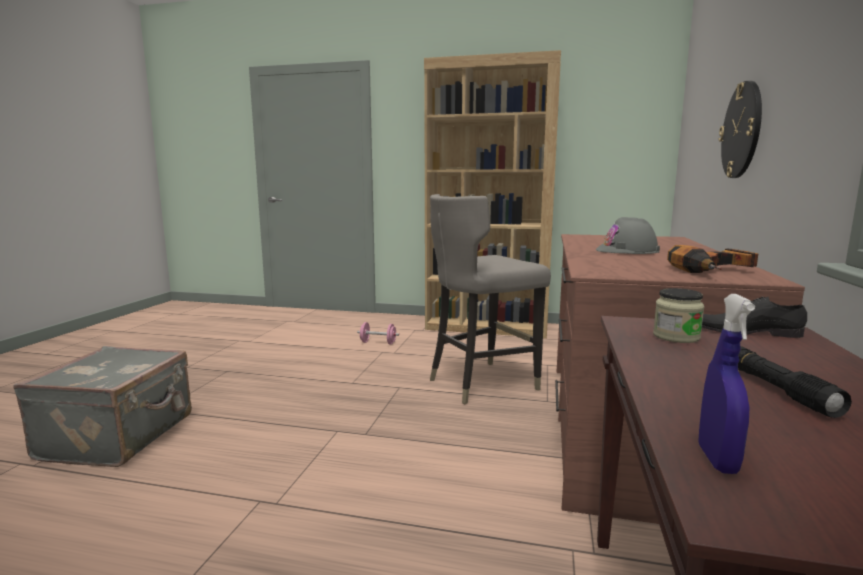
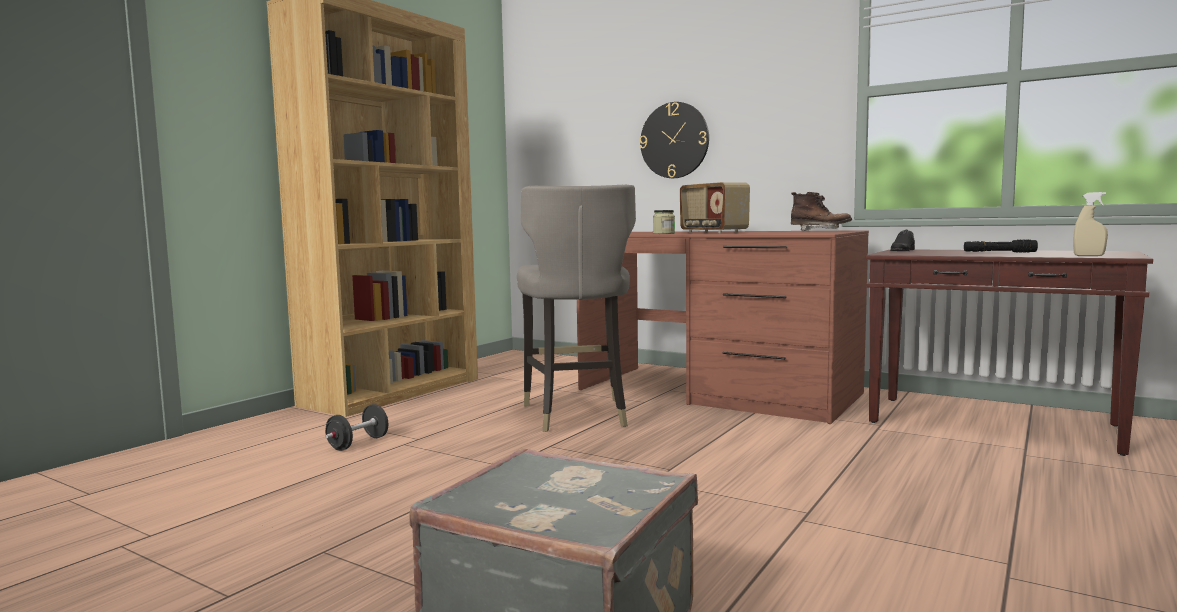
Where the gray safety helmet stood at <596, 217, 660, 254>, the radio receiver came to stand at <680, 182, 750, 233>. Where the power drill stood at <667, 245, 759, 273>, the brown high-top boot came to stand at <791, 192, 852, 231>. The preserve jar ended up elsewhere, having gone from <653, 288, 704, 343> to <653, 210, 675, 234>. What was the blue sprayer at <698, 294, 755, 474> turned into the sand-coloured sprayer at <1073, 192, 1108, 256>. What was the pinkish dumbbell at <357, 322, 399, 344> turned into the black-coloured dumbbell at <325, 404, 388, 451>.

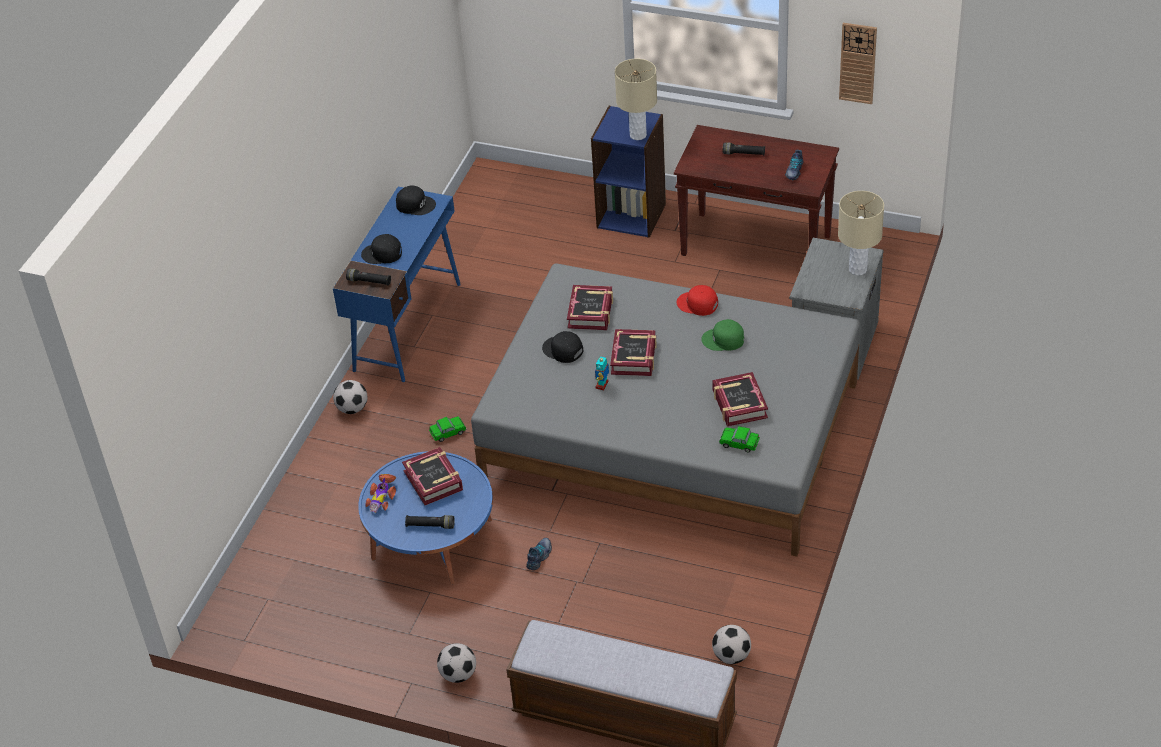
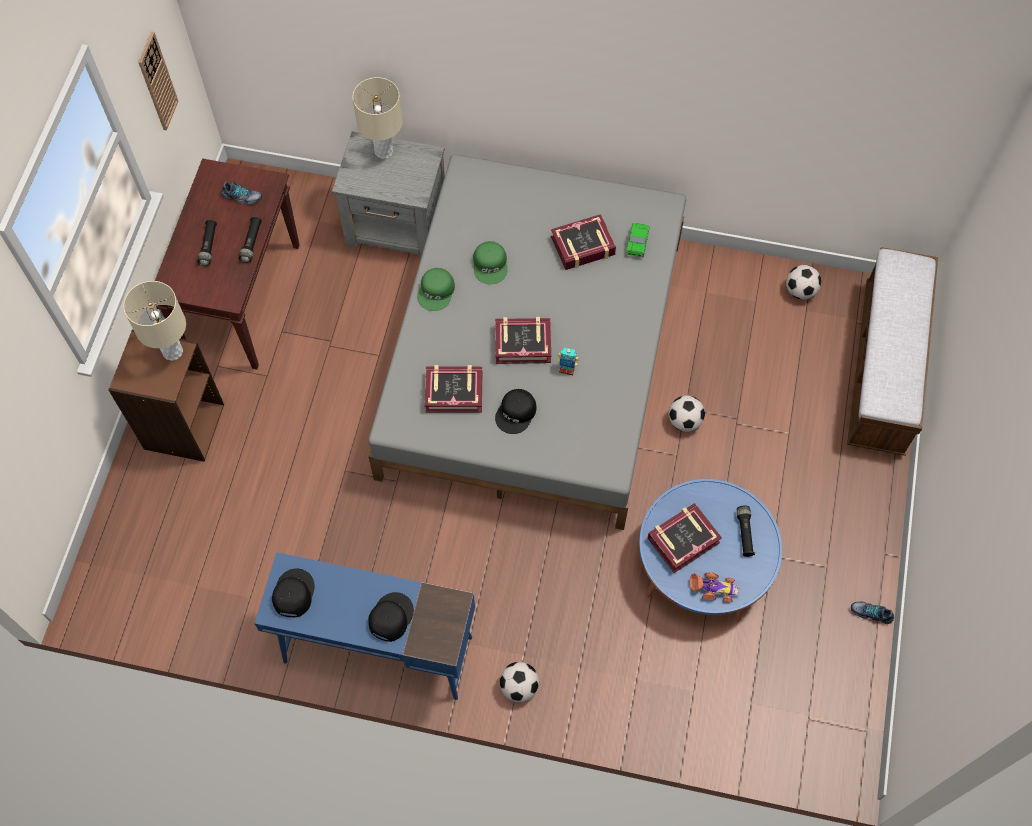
What was the blue bookcase at <591, 106, 666, 238> turned into the brown bookcase at <108, 329, 224, 462>. The black-coloured cap at <361, 234, 402, 264> ended up facing another way, 150 degrees counterclockwise from before. The black-coloured hand torch ended up elsewhere, having gone from <346, 269, 391, 286> to <239, 217, 262, 263>. What was the red-coloured cap at <677, 285, 718, 316> turned into the greenish cap at <417, 268, 455, 311>. The second view lost the miniature car at <429, 416, 466, 442>. The shoe ended up elsewhere, having gone from <526, 538, 552, 570> to <851, 601, 894, 624>. The football ended up elsewhere, having gone from <437, 643, 476, 683> to <668, 395, 705, 432>.

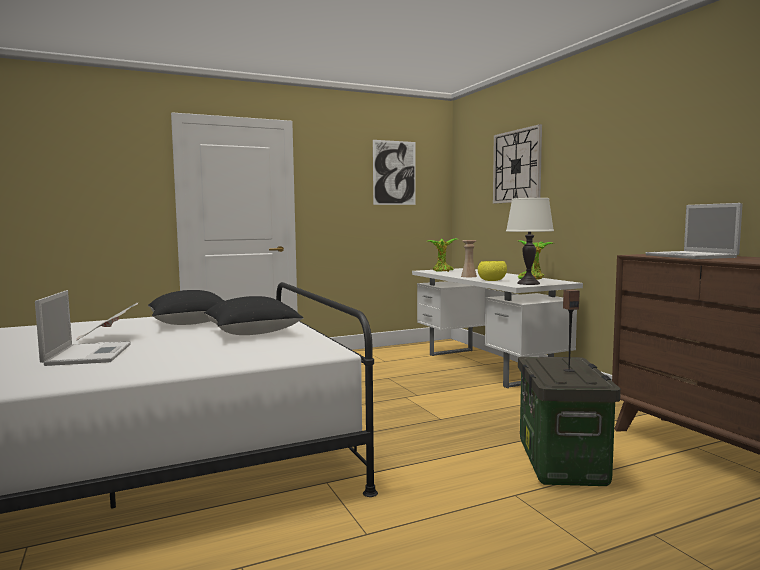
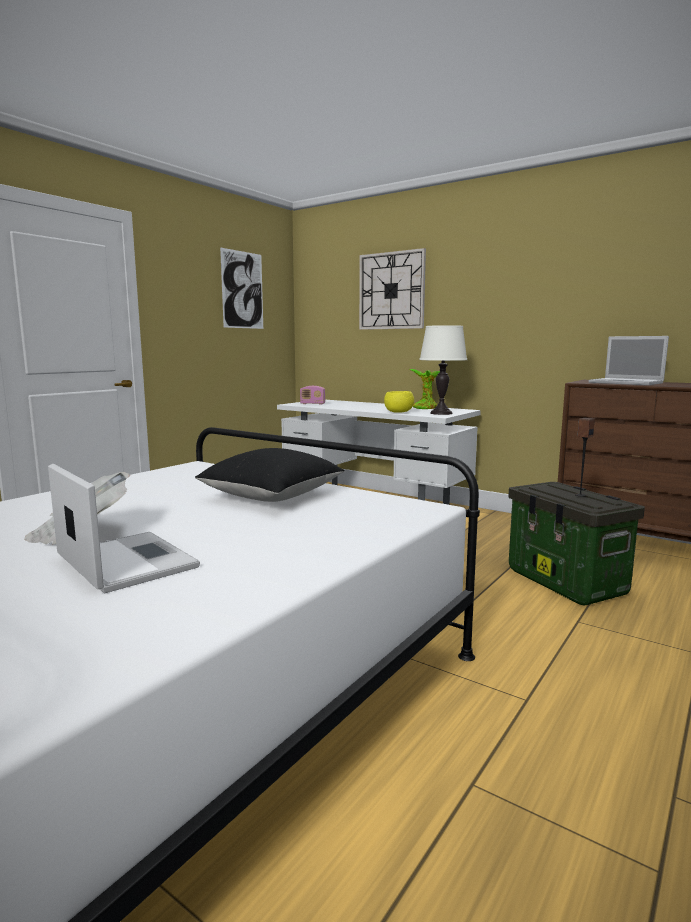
Where the plant in a pot stood at <428, 238, 457, 272>, the radio receiver came to stand at <300, 386, 325, 404>. The second view lost the sand-coloured decorative vase at <461, 240, 477, 277>. The second view lost the black-coloured pillow at <148, 290, 224, 325>.

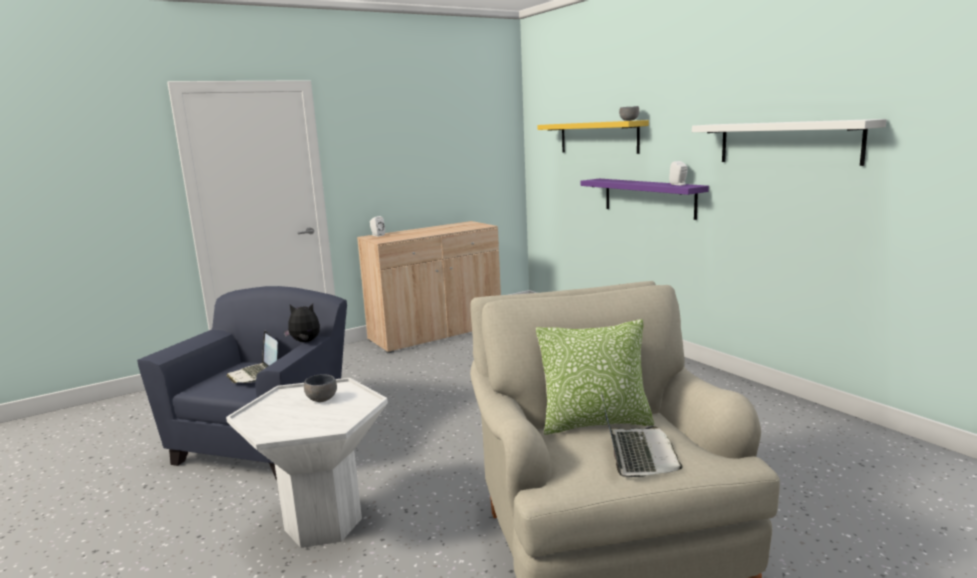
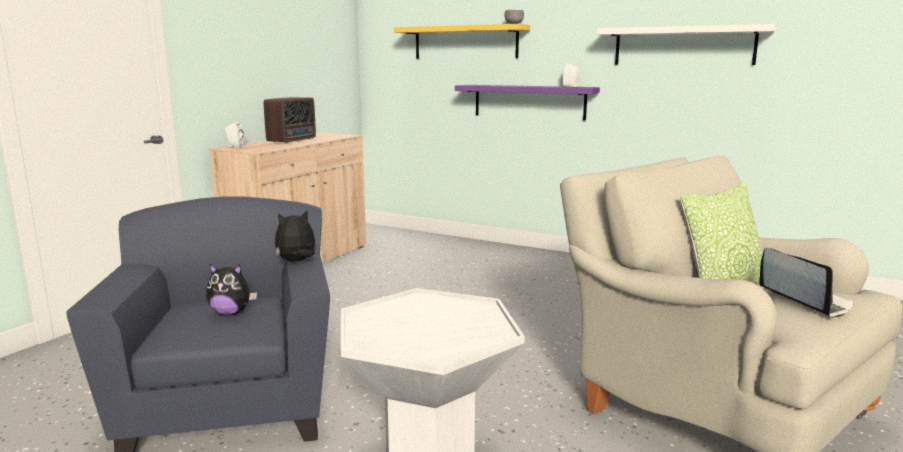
Where the laptop stood at <226, 331, 278, 383>, the cuddly toy came to stand at <206, 264, 257, 316>. The second view lost the gray serving bowl at <304, 374, 337, 402>. The second view gained the radio receiver at <264, 97, 316, 143>.

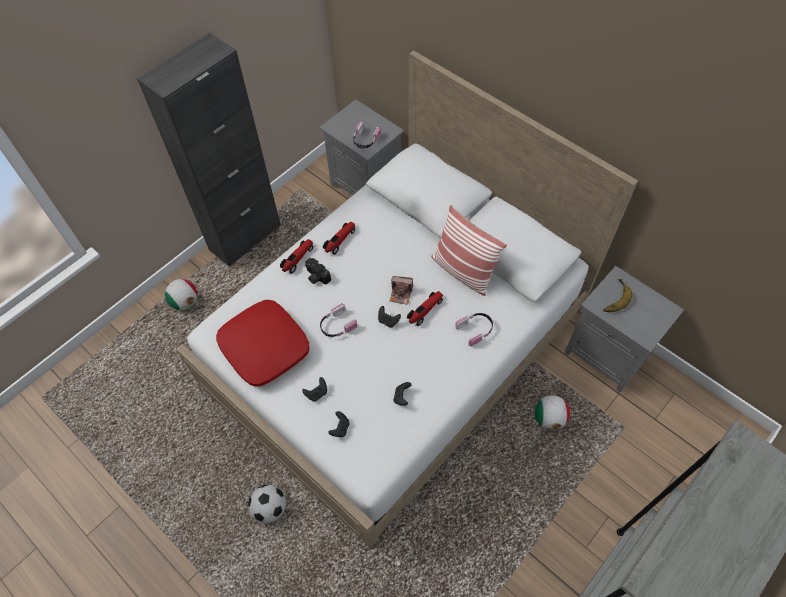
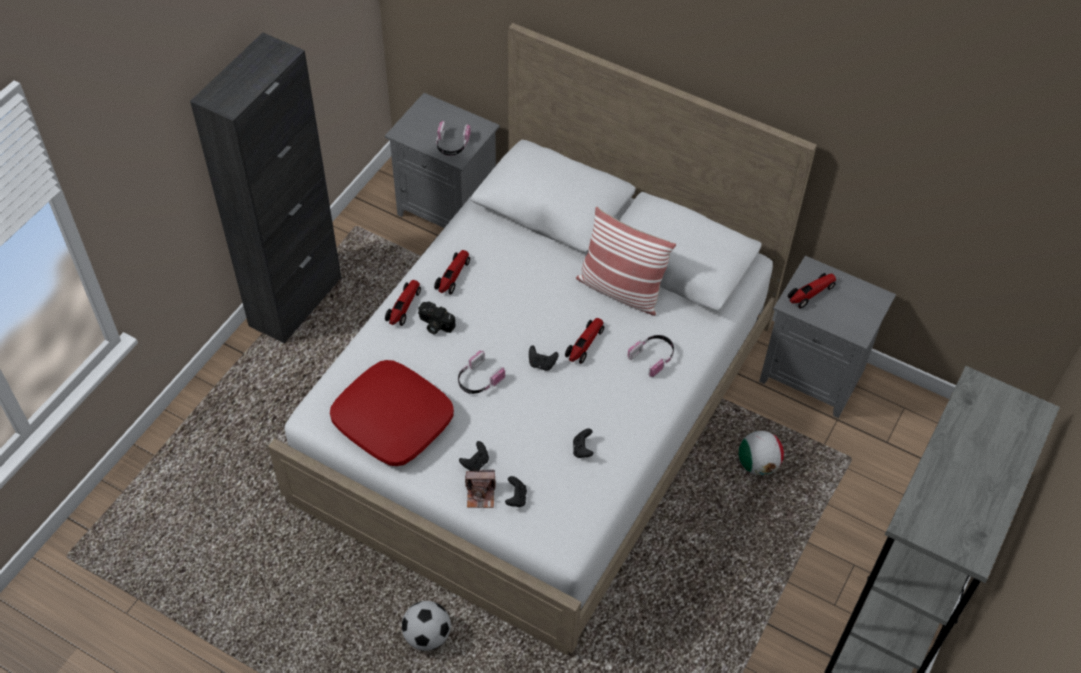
The still camera ended up elsewhere, having gone from <390, 276, 413, 305> to <465, 470, 495, 508>. The second view lost the football at <165, 279, 197, 310>. Where the banana fruit stood at <603, 279, 632, 312>, the miniature car came to stand at <788, 273, 836, 309>.

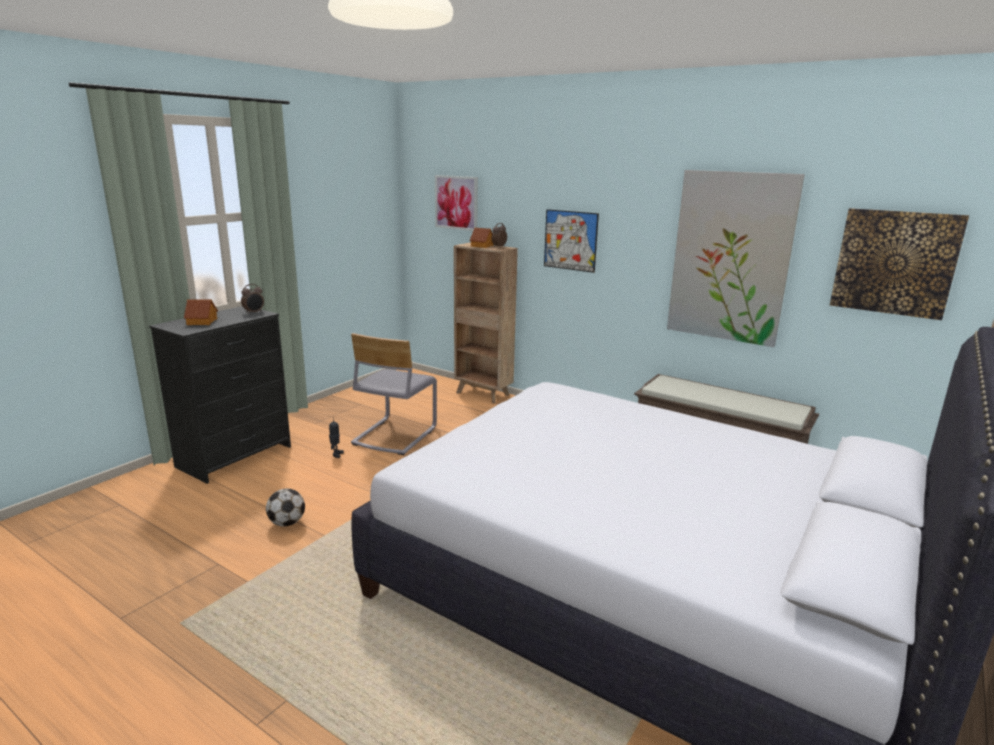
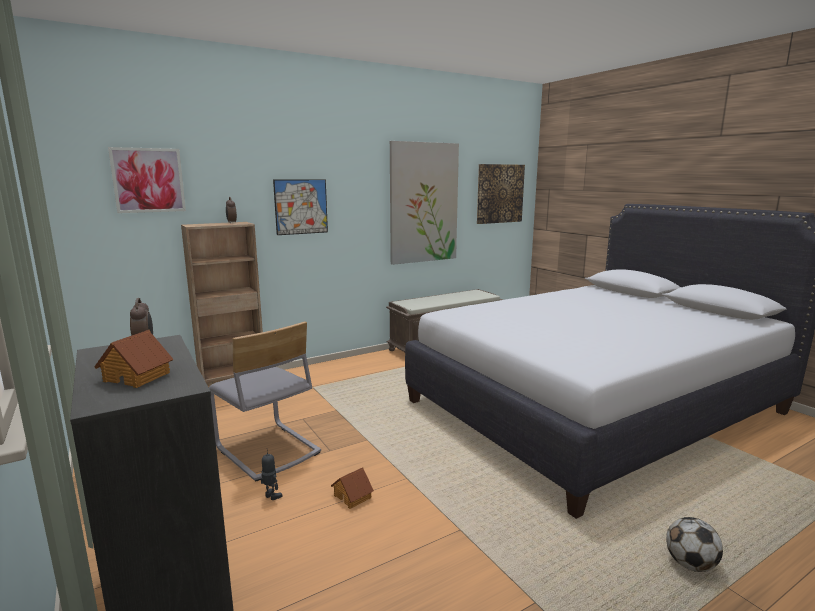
The miniature house ended up elsewhere, having gone from <469, 228, 494, 248> to <331, 467, 374, 509>. The football ended up elsewhere, having gone from <266, 488, 305, 527> to <666, 517, 723, 572>.

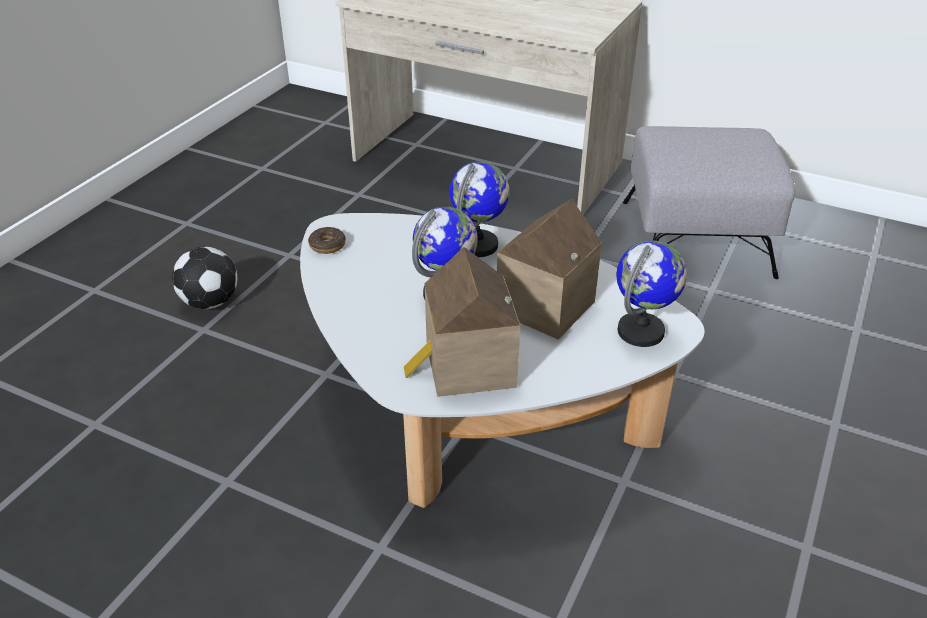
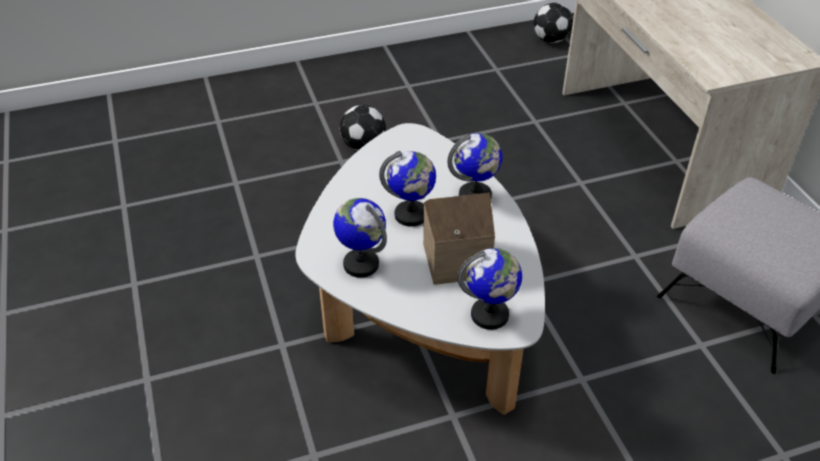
The second view lost the doughnut at <308, 227, 346, 254>. Where the miniature house stood at <404, 247, 520, 397>, the desk globe came to stand at <333, 198, 387, 278>. The second view gained the football at <534, 3, 573, 43>.

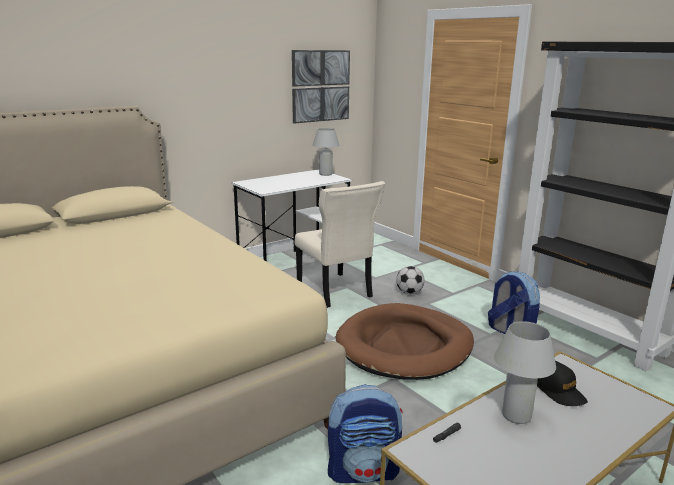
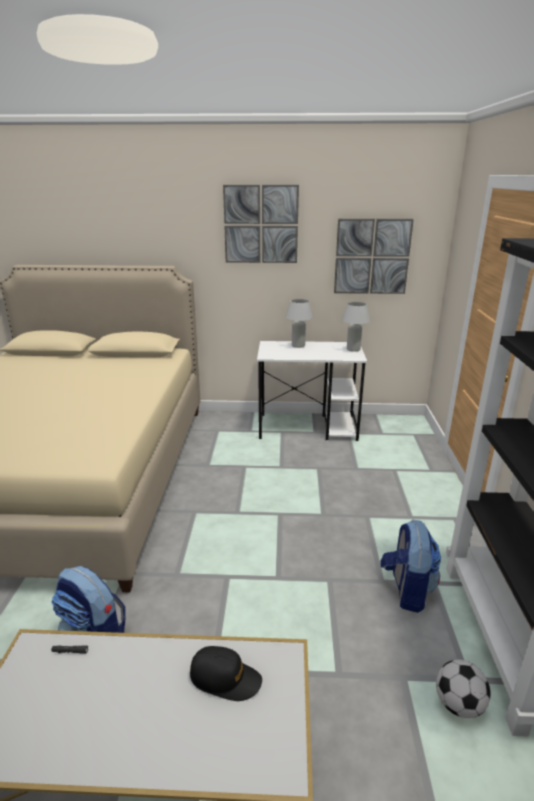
The second view lost the sand-coloured upright chair at <295, 181, 385, 308>. The football ended up elsewhere, having gone from <396, 266, 425, 294> to <436, 660, 491, 718>. The second view lost the brown dog bed at <336, 303, 474, 380>. The white-coloured lamp for a table ended up elsewhere, having gone from <494, 321, 556, 424> to <285, 299, 313, 348>. The black-coloured cap at <537, 361, 588, 406> ended up facing another way, 90 degrees counterclockwise from before. The second view gained the wall art at <223, 185, 299, 263>.

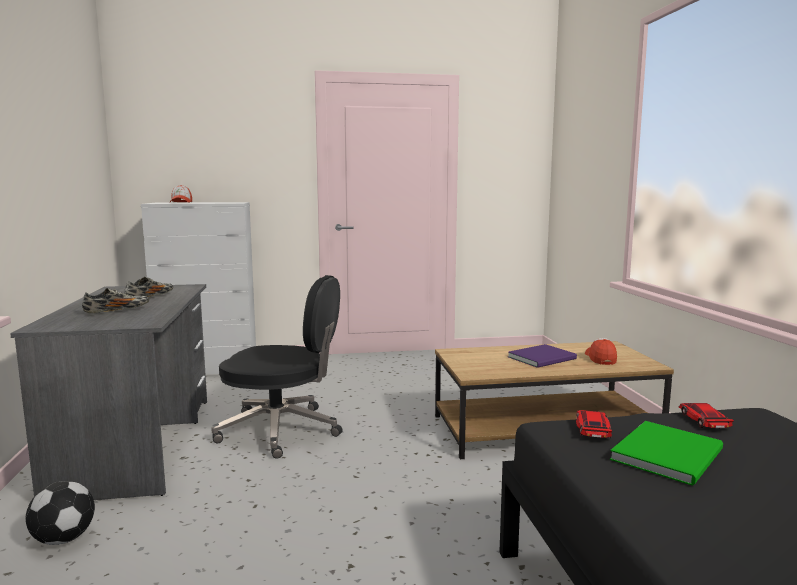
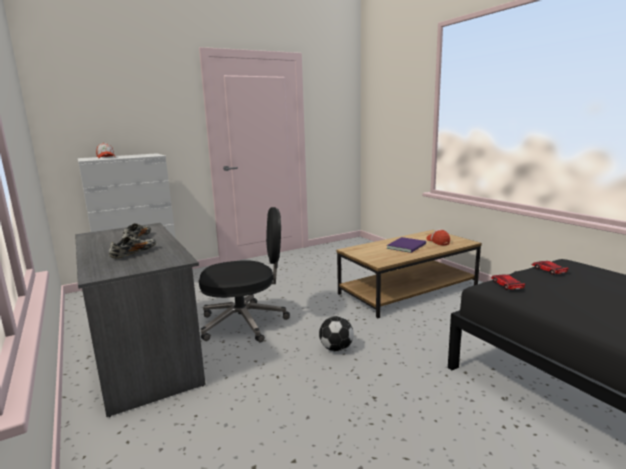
The second view lost the greenish volume at <610, 421, 723, 486>. The football ended up elsewhere, having gone from <25, 481, 95, 545> to <319, 316, 354, 352>.

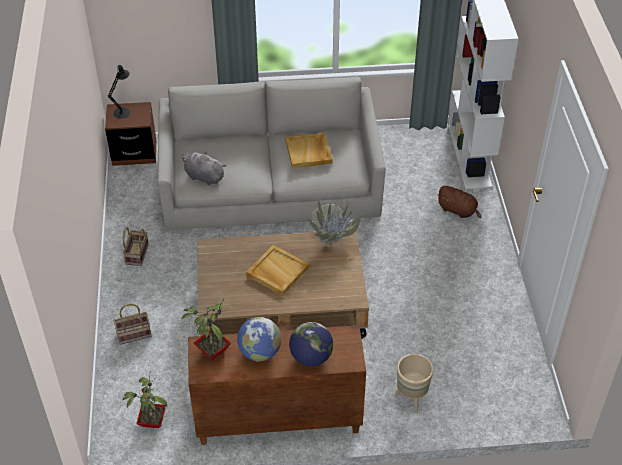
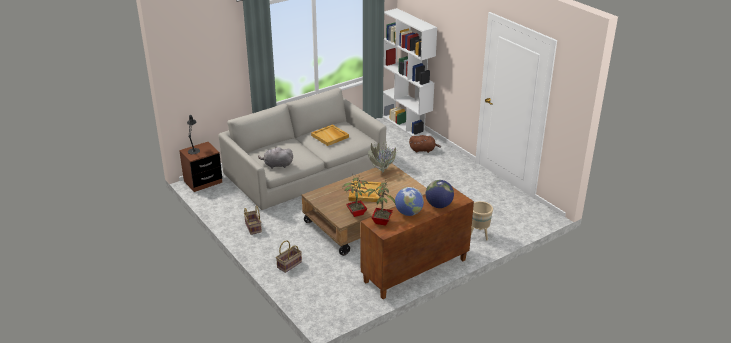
The plant in a pot ended up elsewhere, having gone from <122, 377, 167, 428> to <342, 174, 369, 217>.

